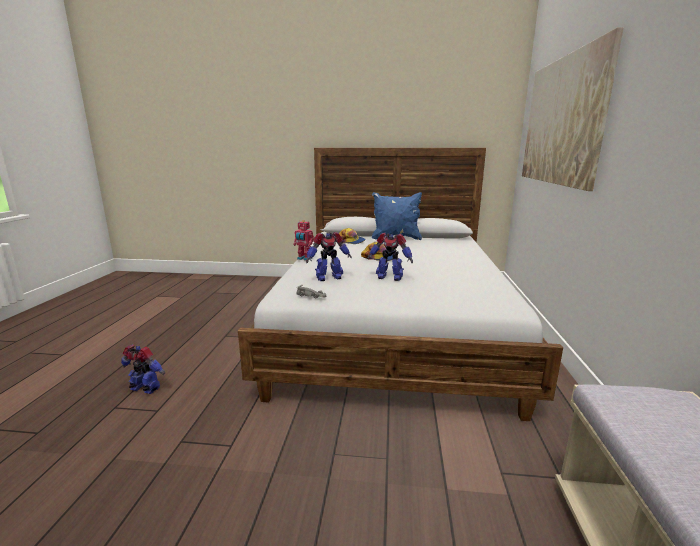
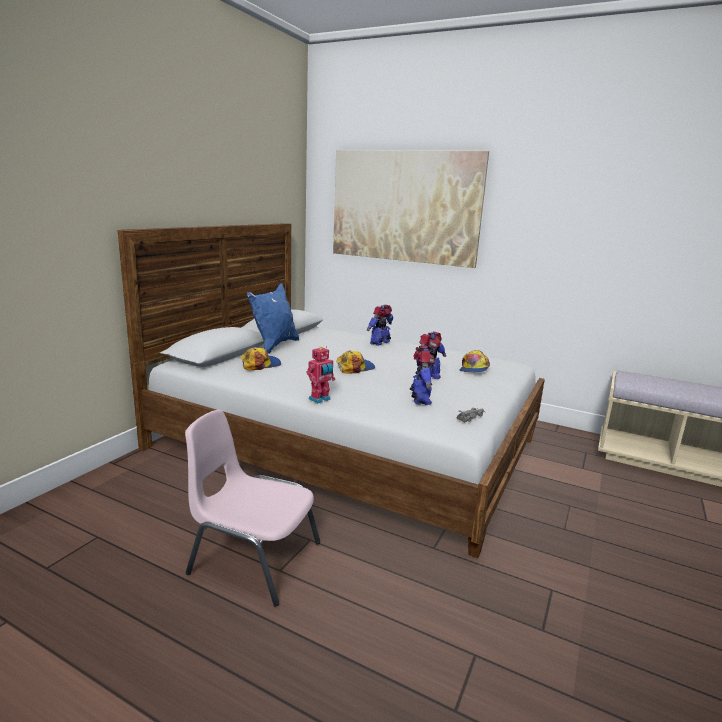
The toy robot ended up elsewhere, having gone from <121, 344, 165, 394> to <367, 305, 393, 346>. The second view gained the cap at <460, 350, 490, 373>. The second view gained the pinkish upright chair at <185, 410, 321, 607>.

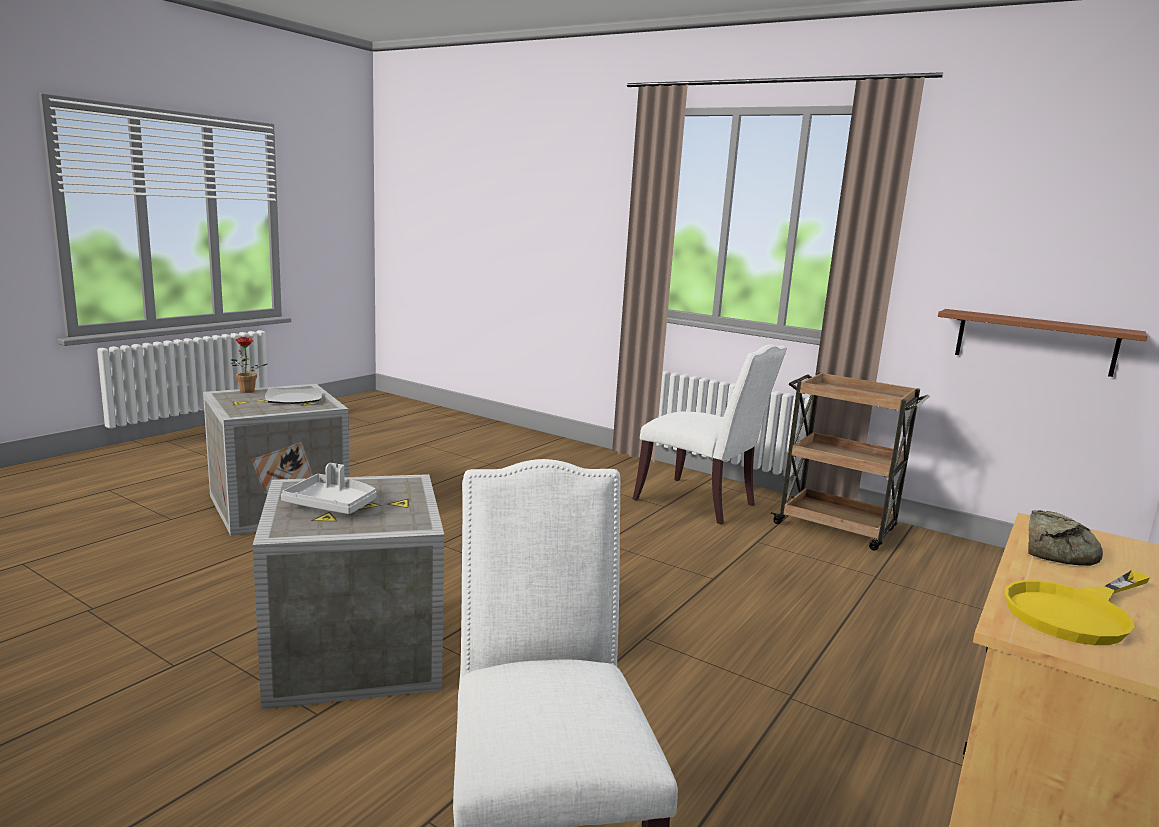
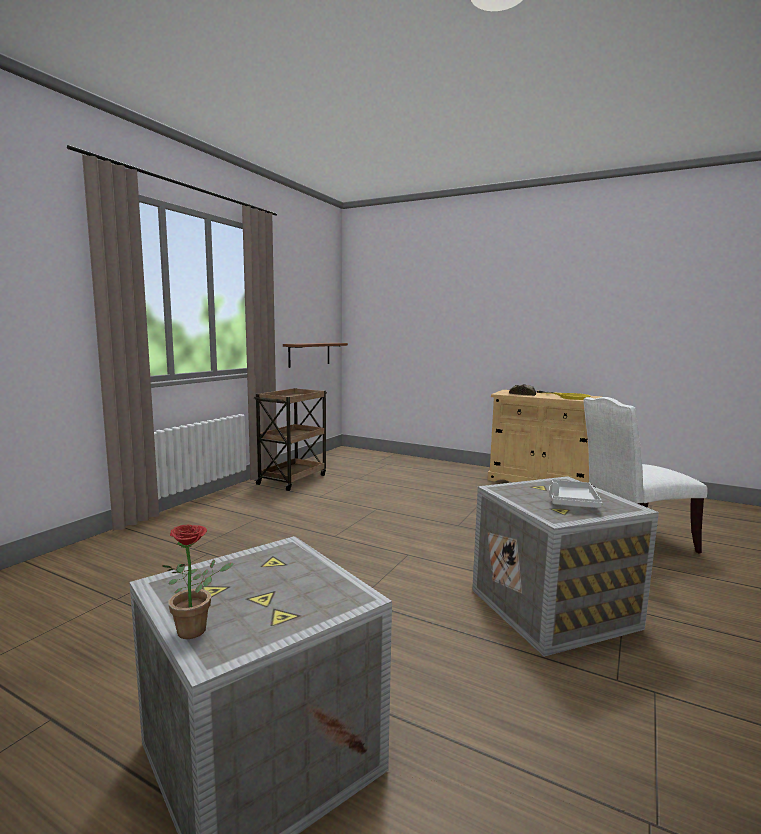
The second view lost the white-coloured upright chair at <633, 344, 787, 525>. The second view lost the plate at <265, 388, 322, 404>.

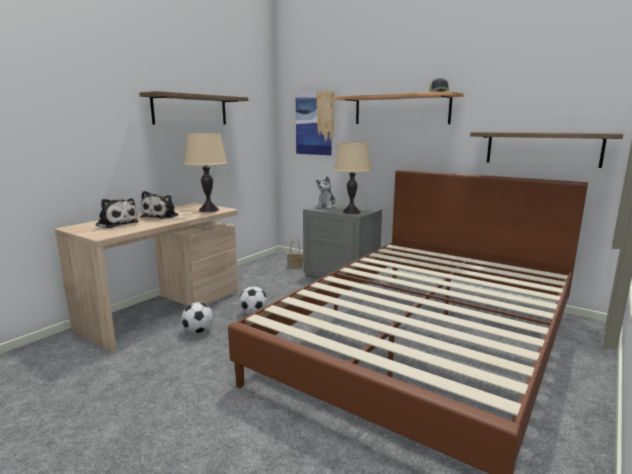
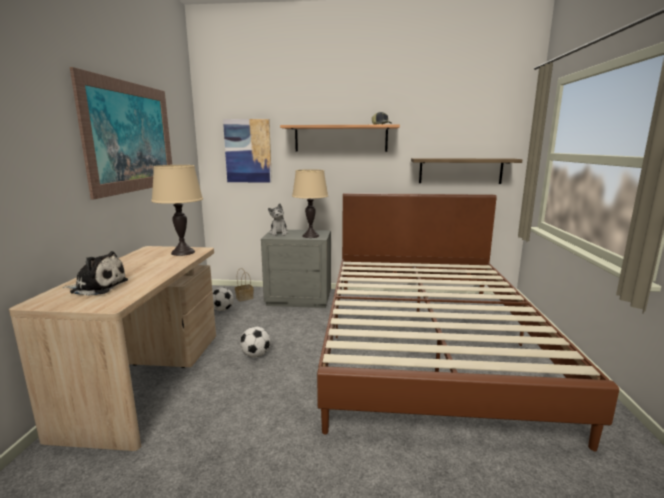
Where the wall shelf hung at <139, 91, 248, 125>, the wall art came to hang at <70, 67, 172, 199>. The second view lost the cuddly toy at <140, 191, 179, 219>. The football ended up elsewhere, having gone from <181, 302, 213, 334> to <213, 287, 234, 311>.

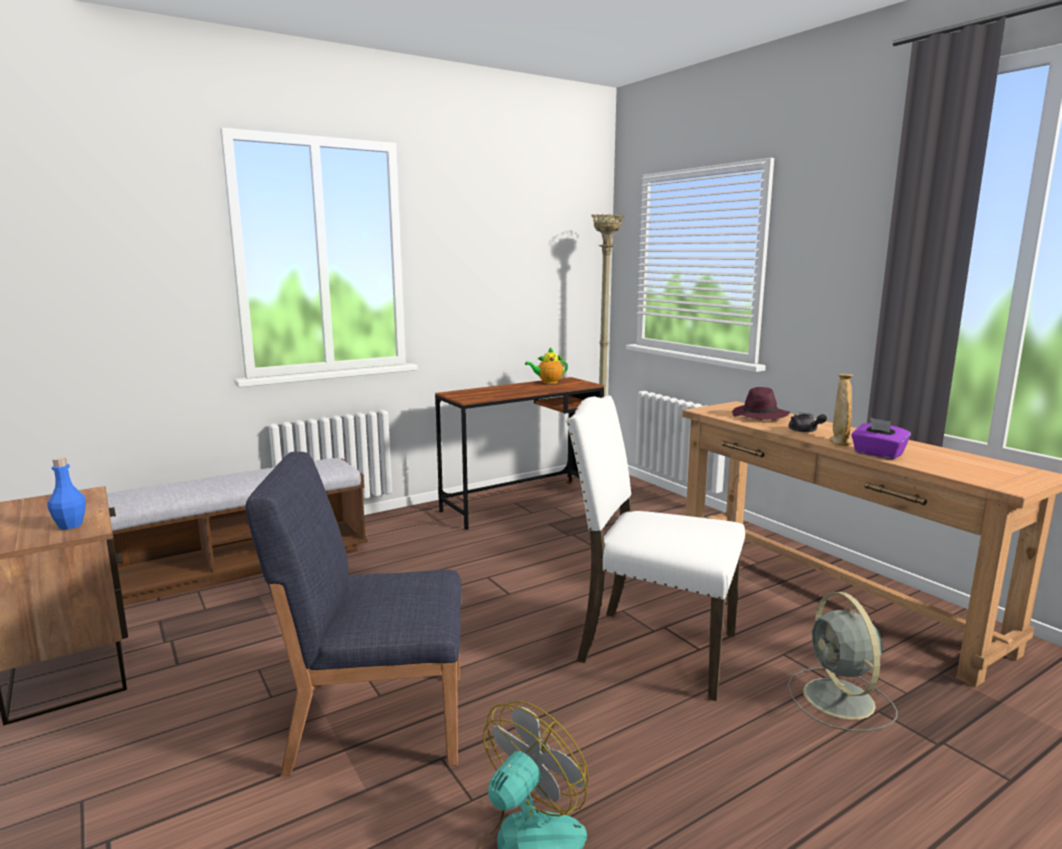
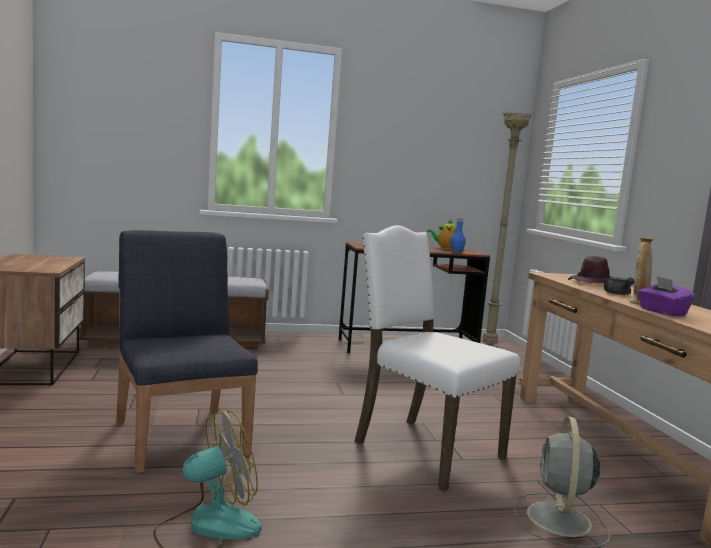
The blue upright chair at <246, 452, 462, 776> ended up facing another way, 45 degrees clockwise from before. The blue beverage bottle ended up elsewhere, having gone from <47, 457, 86, 529> to <450, 218, 466, 253>.

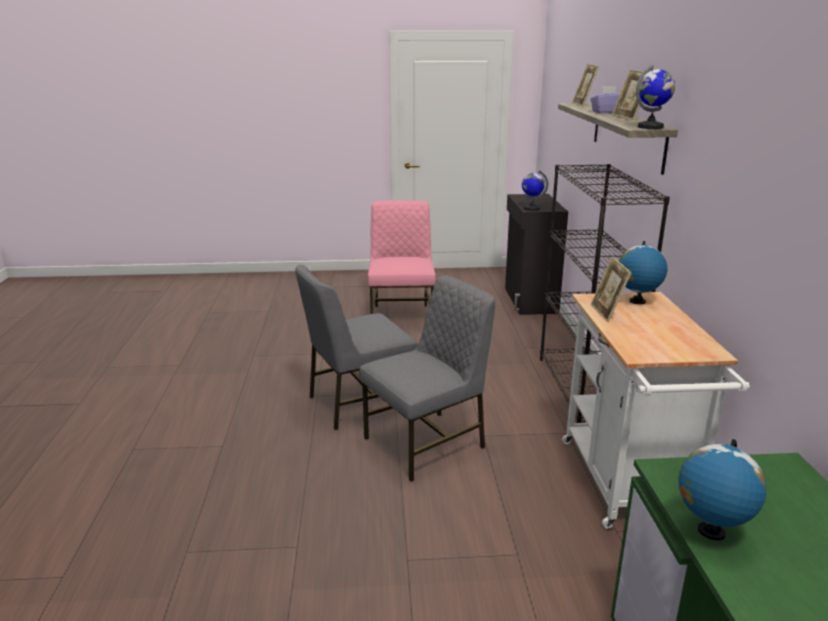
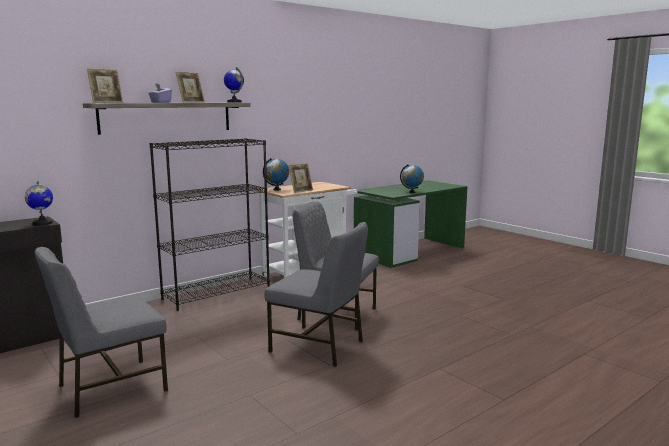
What was the pinkish upright chair at <368, 200, 436, 314> turned into the gray upright chair at <35, 247, 168, 418>.

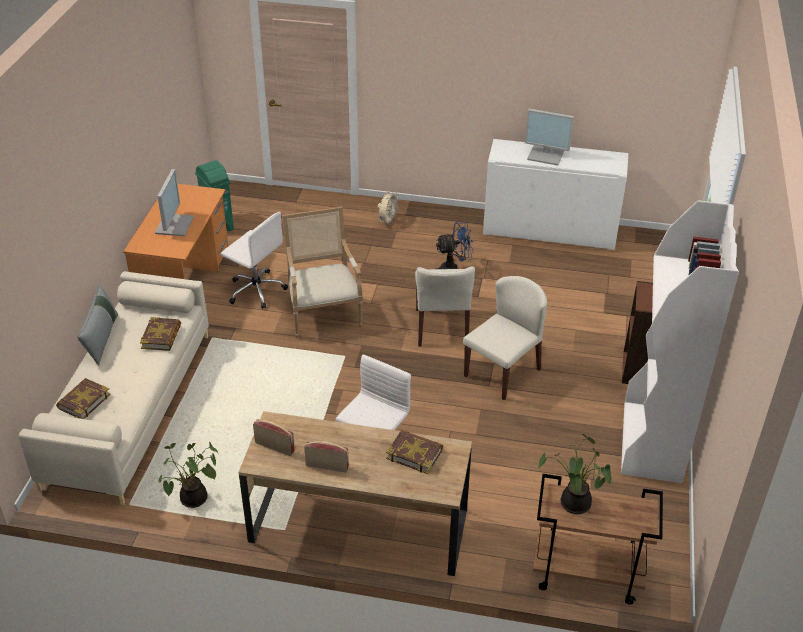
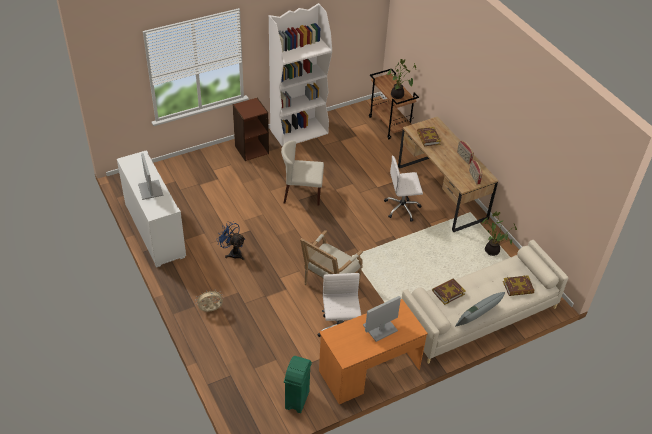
The second view lost the sand-coloured upright chair at <415, 266, 475, 347>.

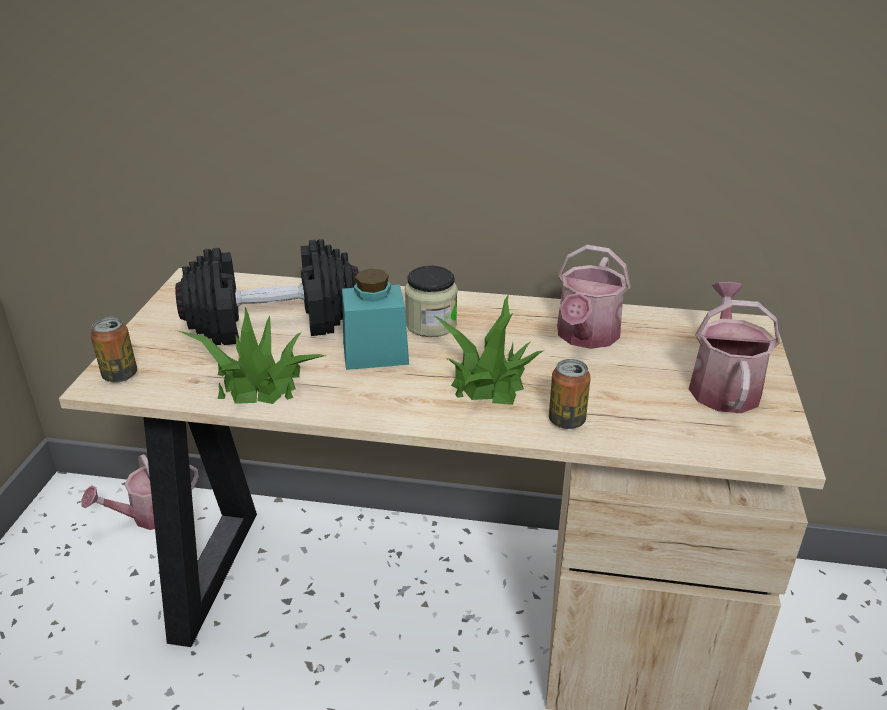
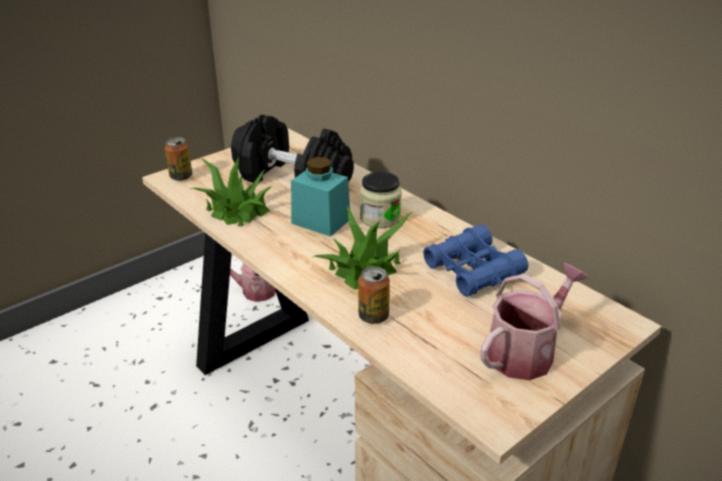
Where the watering pot stood at <557, 245, 631, 349>, the blue binoculars came to stand at <423, 225, 528, 297>.

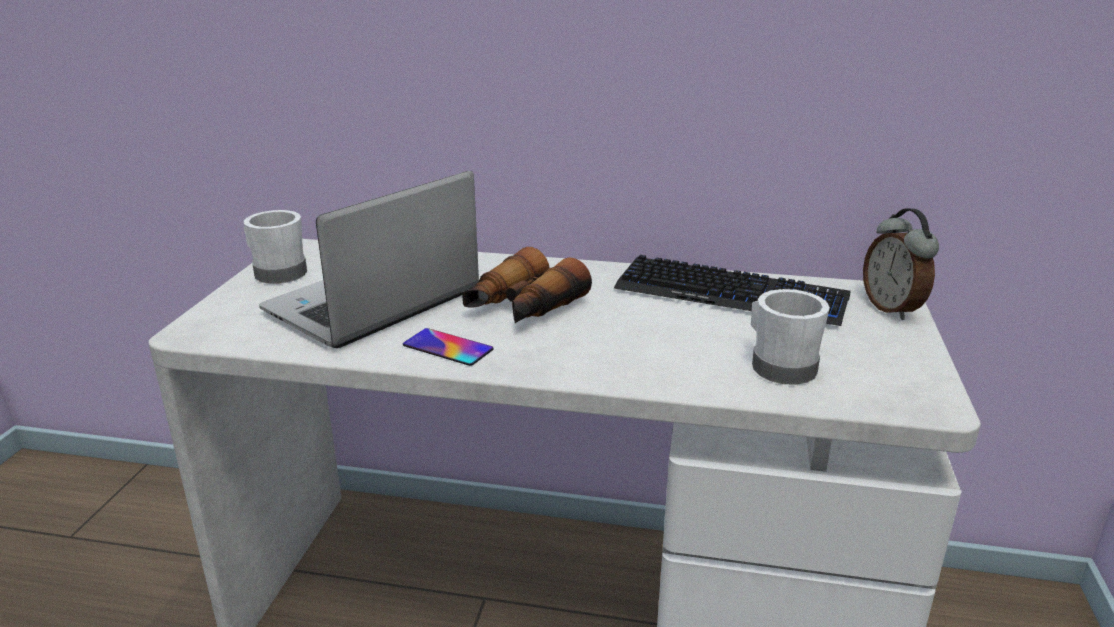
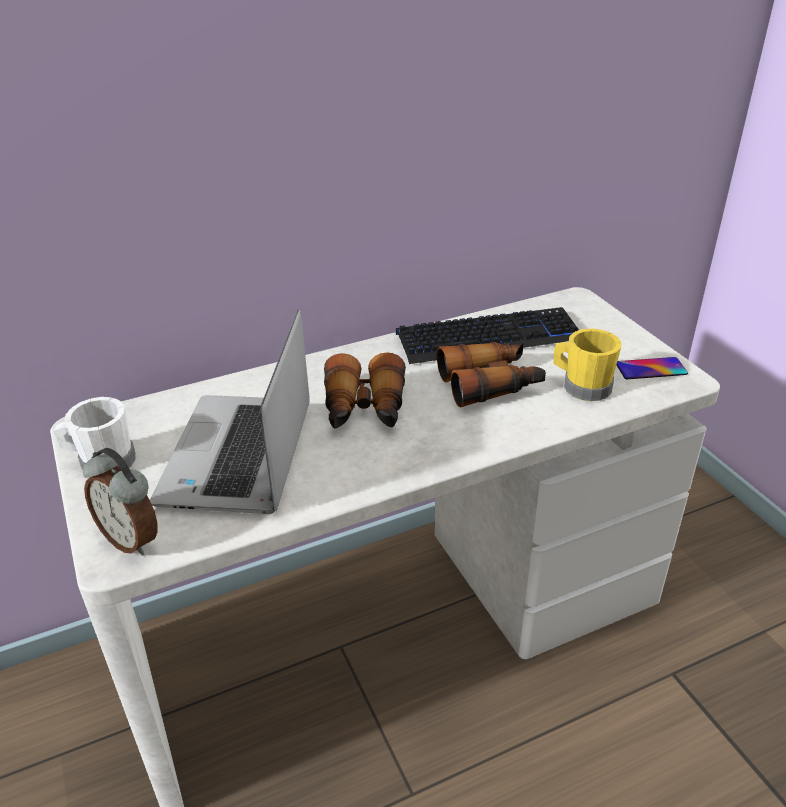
The alarm clock ended up elsewhere, having gone from <863, 208, 939, 320> to <83, 448, 158, 556>. What was the white-coloured tea mug at <751, 289, 830, 385> turned into the yellow tea mug at <553, 328, 621, 401>. The handset ended up elsewhere, having gone from <403, 328, 494, 366> to <616, 357, 688, 379>. The second view gained the binoculars at <437, 342, 546, 408>.

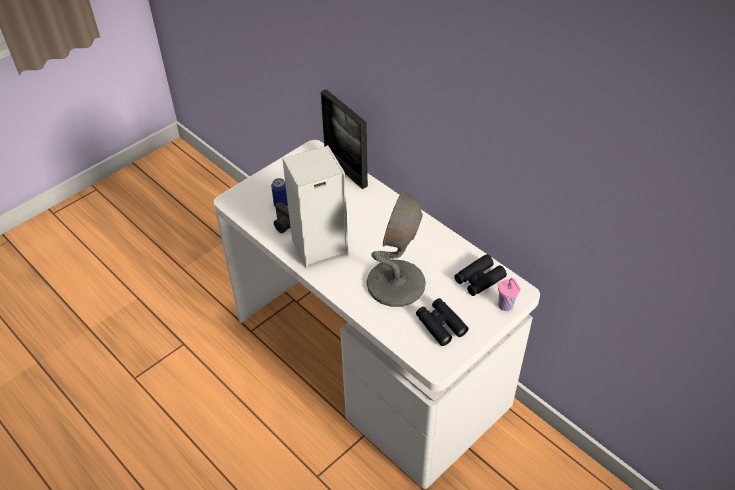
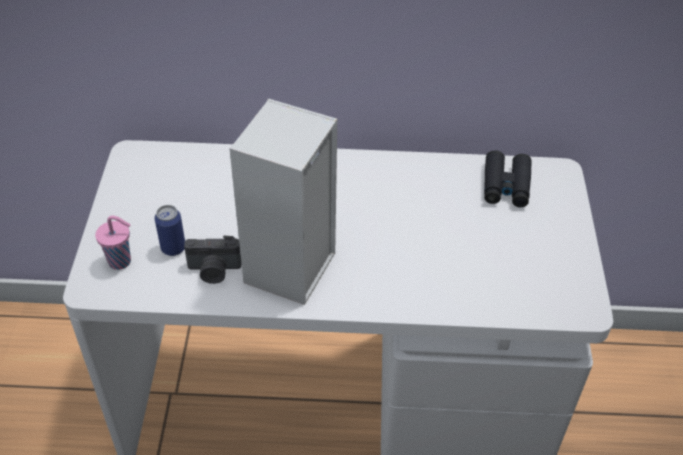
The second view lost the photo frame at <321, 89, 368, 189>. The second view lost the gray lamp for a table at <366, 190, 426, 307>. The pinkish cup ended up elsewhere, having gone from <498, 278, 521, 311> to <95, 216, 131, 270>. The second view lost the black-coloured binoculars at <416, 298, 468, 346>.

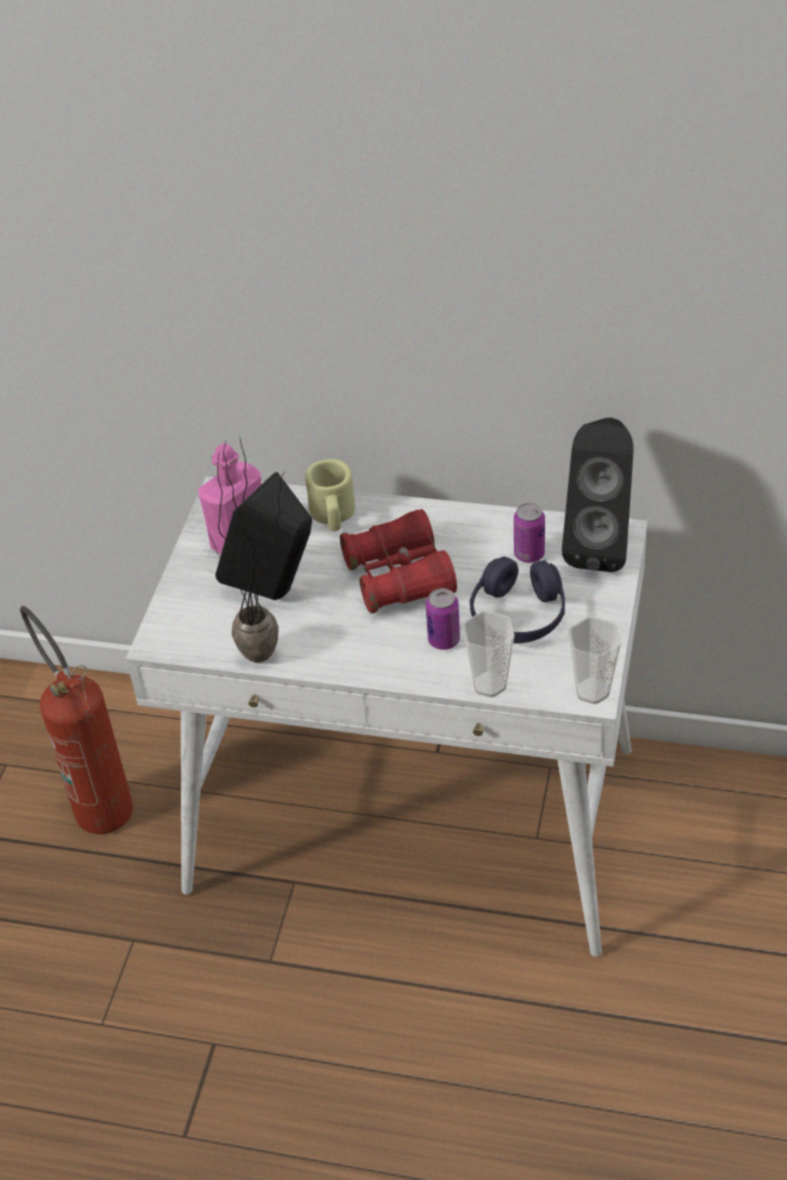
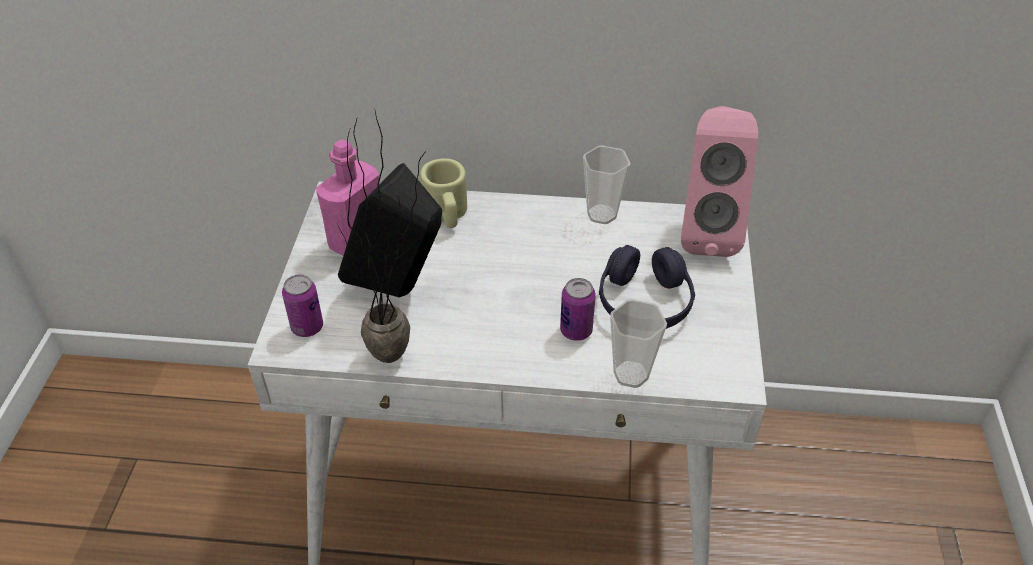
What was the black-coloured speaker at <562, 418, 633, 572> turned into the pinkish speaker at <681, 106, 758, 257>. The can ended up elsewhere, having gone from <514, 503, 545, 563> to <282, 275, 323, 337>. The second view lost the red-coloured binoculars at <340, 509, 457, 613>. The second view lost the extinguisher at <20, 606, 133, 834>. The cup ended up elsewhere, having gone from <568, 617, 621, 704> to <583, 145, 630, 224>.

